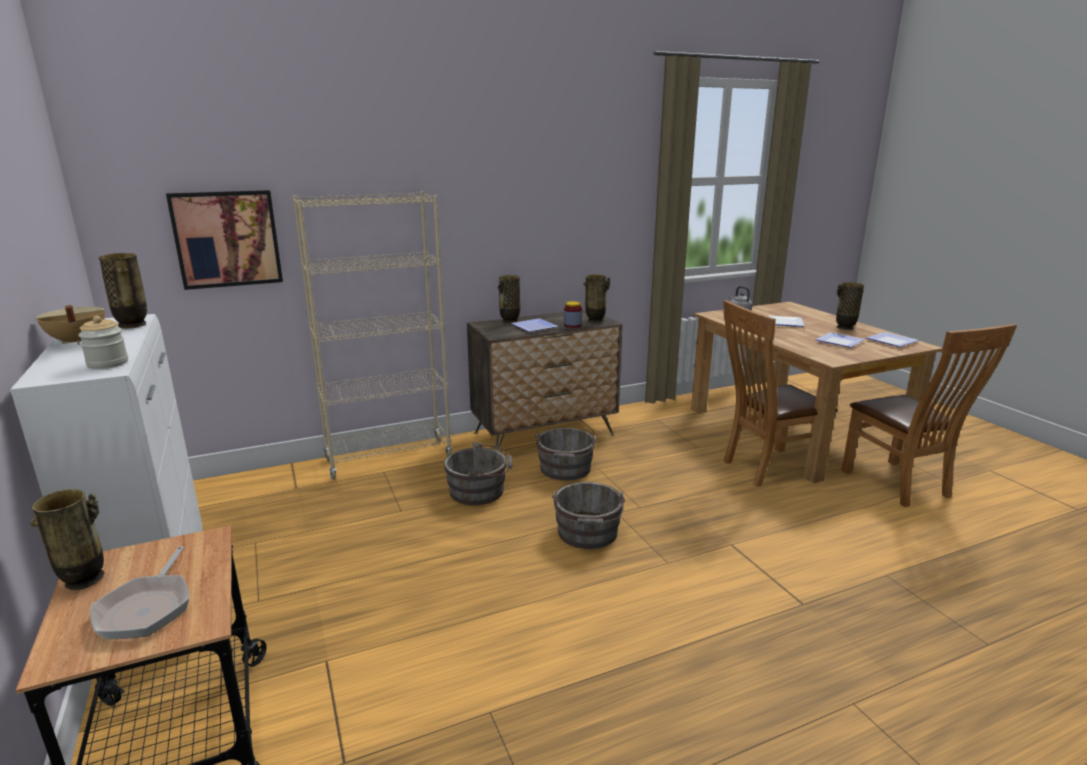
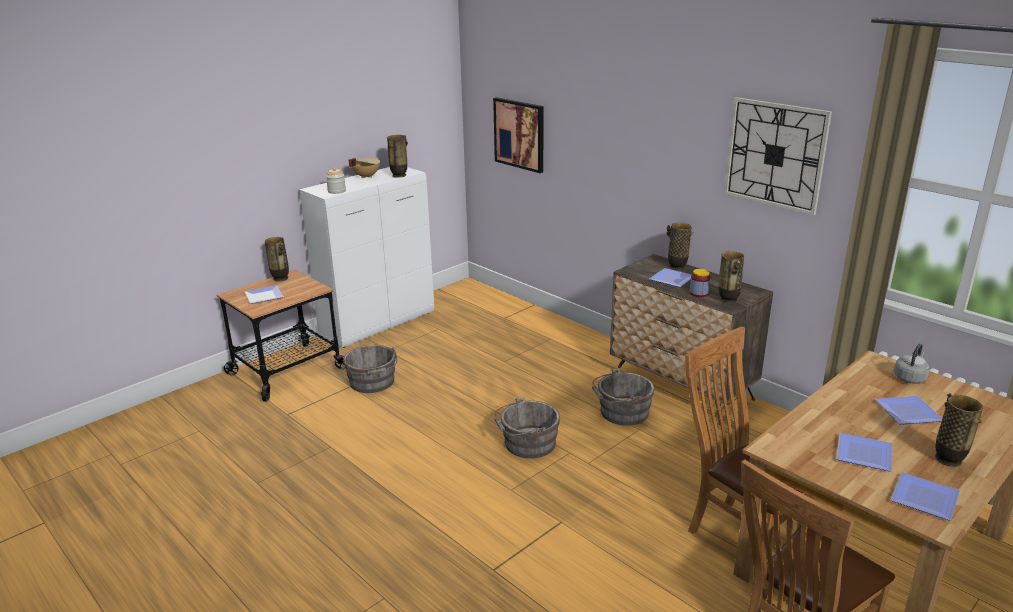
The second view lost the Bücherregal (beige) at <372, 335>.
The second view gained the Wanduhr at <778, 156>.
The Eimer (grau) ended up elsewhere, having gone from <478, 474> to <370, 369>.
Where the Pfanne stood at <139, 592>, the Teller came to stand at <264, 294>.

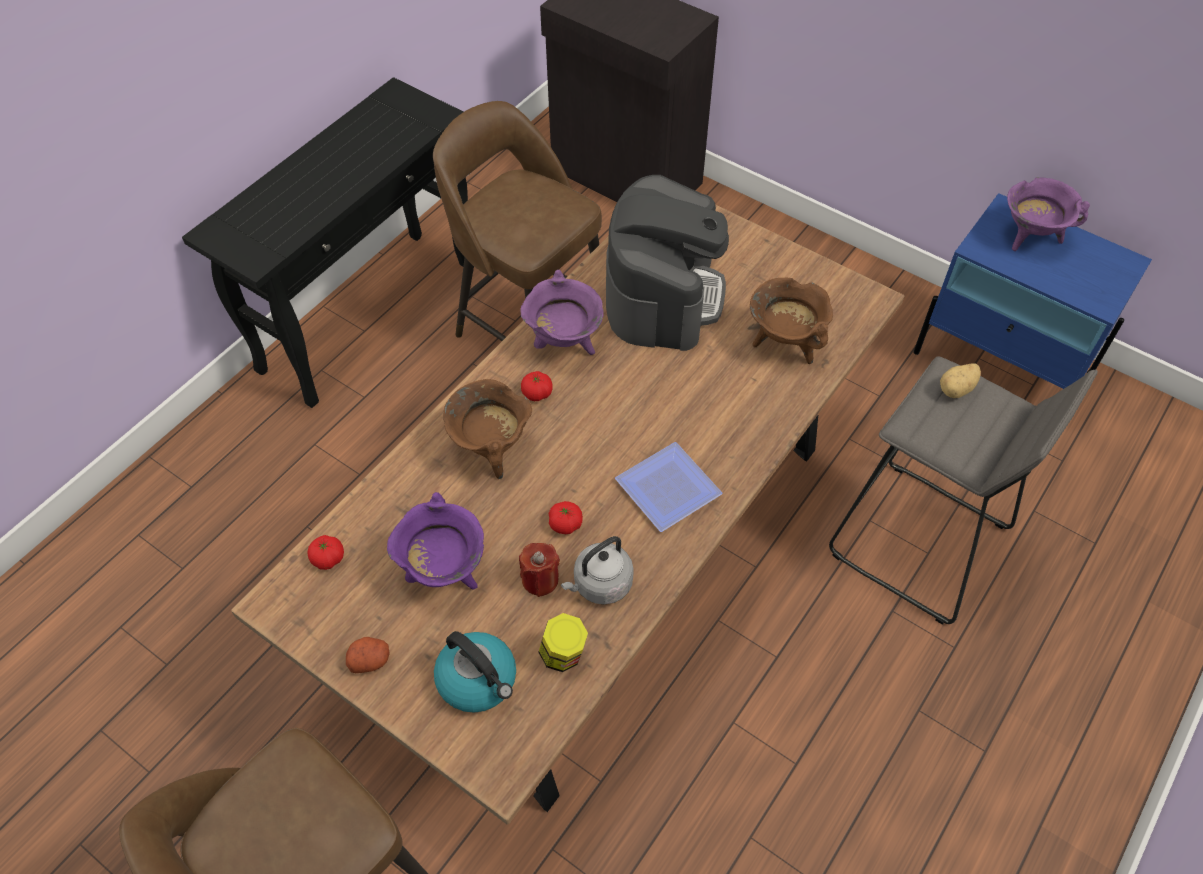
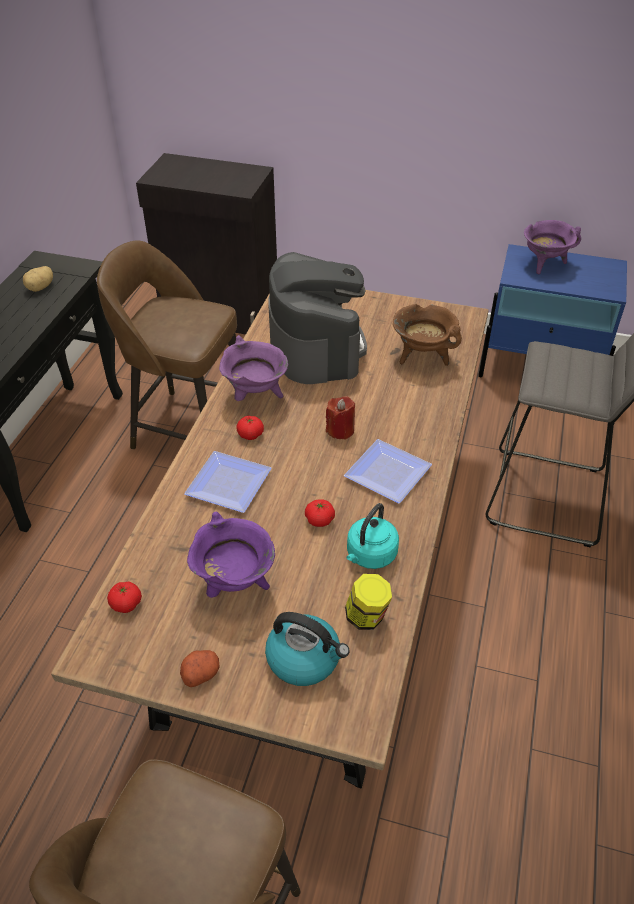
The Kerze (rot) ended up elsewhere, having gone from <539, 570> to <340, 418>.
The Kartoffel ended up elsewhere, having gone from <960, 381> to <38, 279>.
Where the Kochtopf (braun) stood at <487, 429>, the Teller came to stand at <227, 482>.
What was the Wasserkessel (grau) at <597, 570> turned into the Wasserkessel (türkis) at <372, 536>.

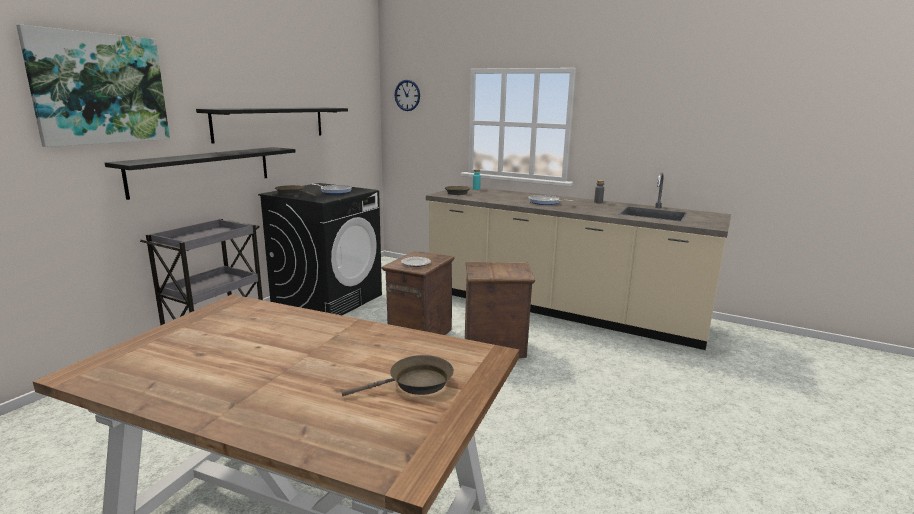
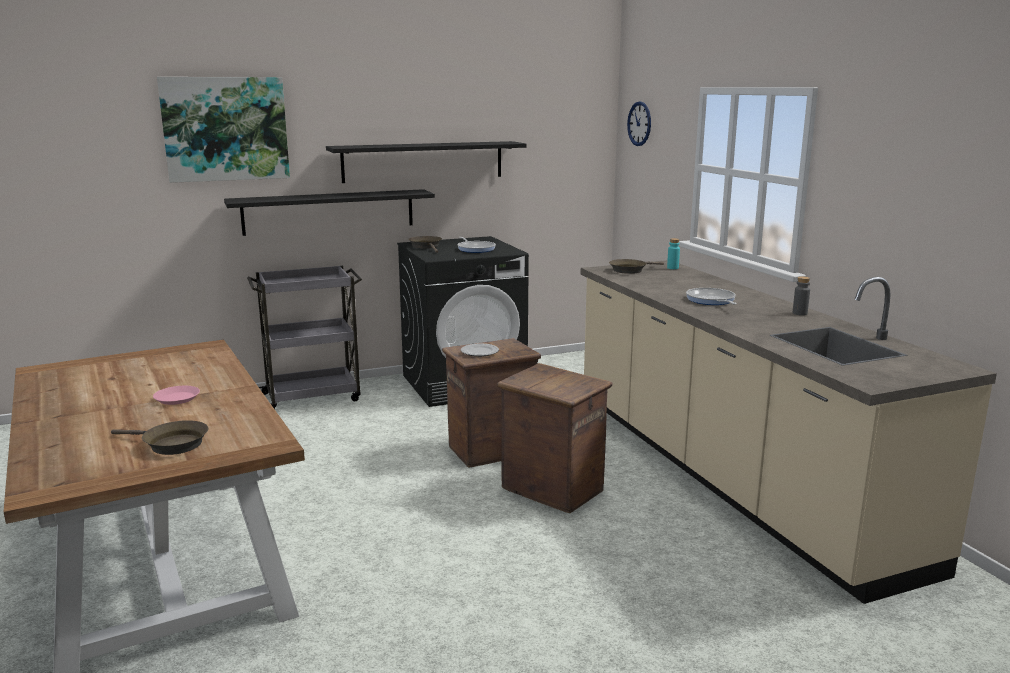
The second view gained the Teller (rosa) at <176, 395>.

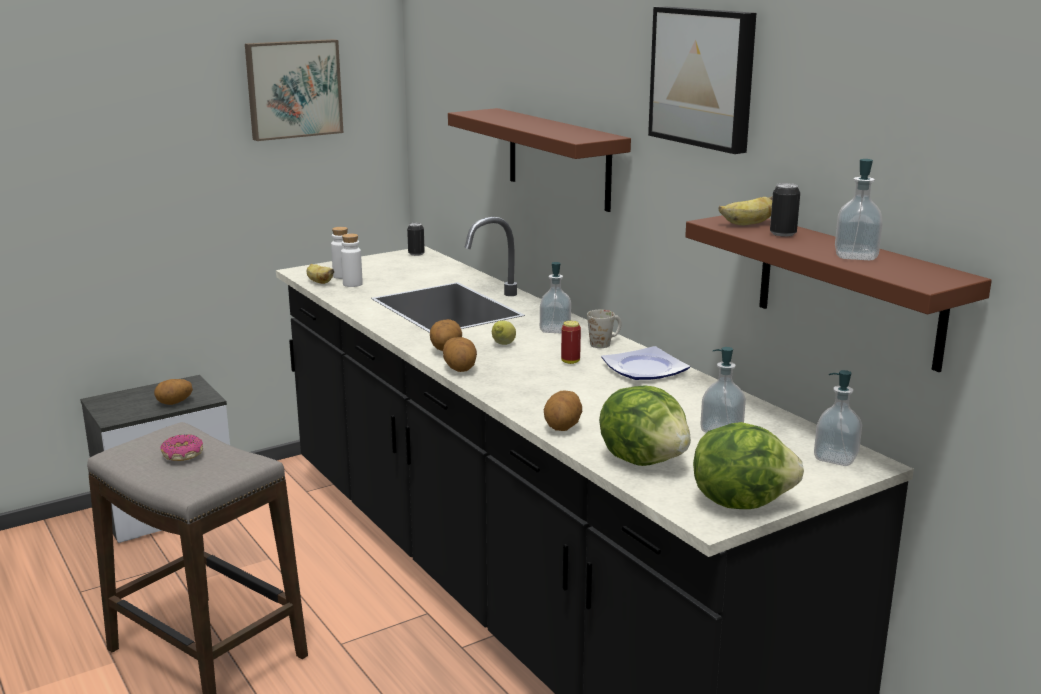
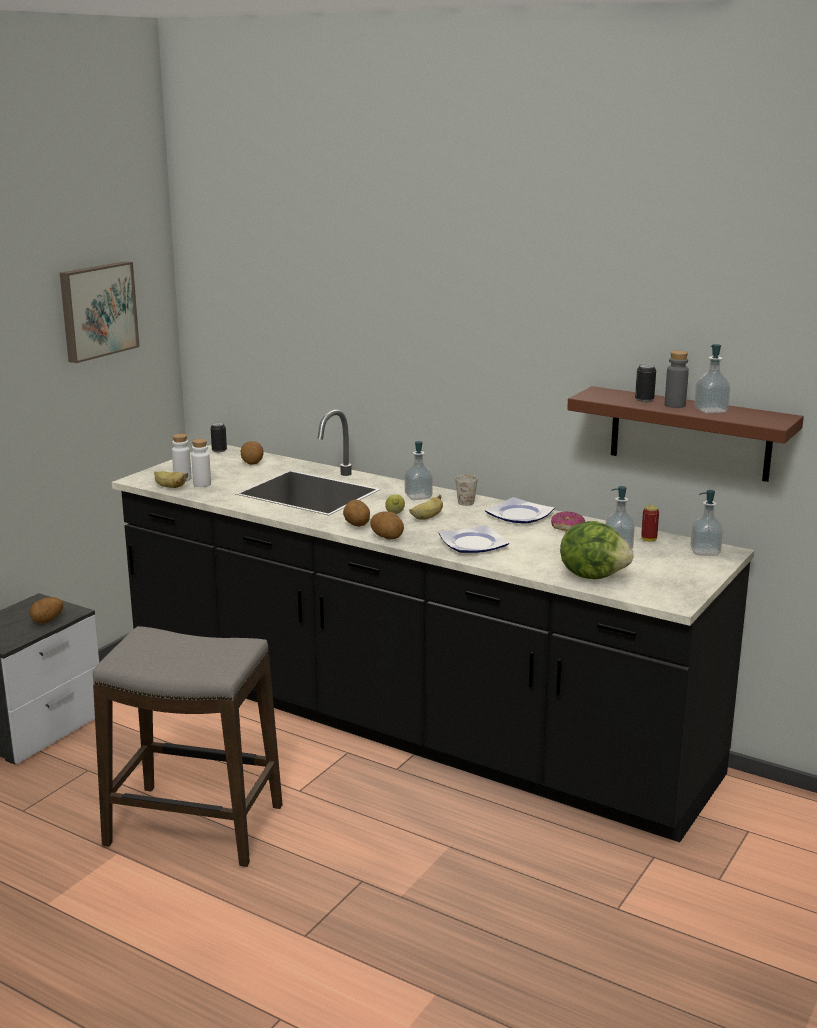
The second view lost the Wandregal (braun) at <539, 160>.
The second view lost the Bild at <702, 80>.
The second view lost the Salatkopf at <748, 465>.
The second view gained the Teller at <474, 539>.
The second view gained the Flasche (grau) at <677, 379>.
The Donut ended up elsewhere, having gone from <181, 447> to <568, 521>.
The Kartoffel ended up elsewhere, having gone from <563, 410> to <252, 453>.
The Dose ended up elsewhere, having gone from <571, 342> to <650, 523>.
The Banane ended up elsewhere, having gone from <746, 210> to <426, 507>.

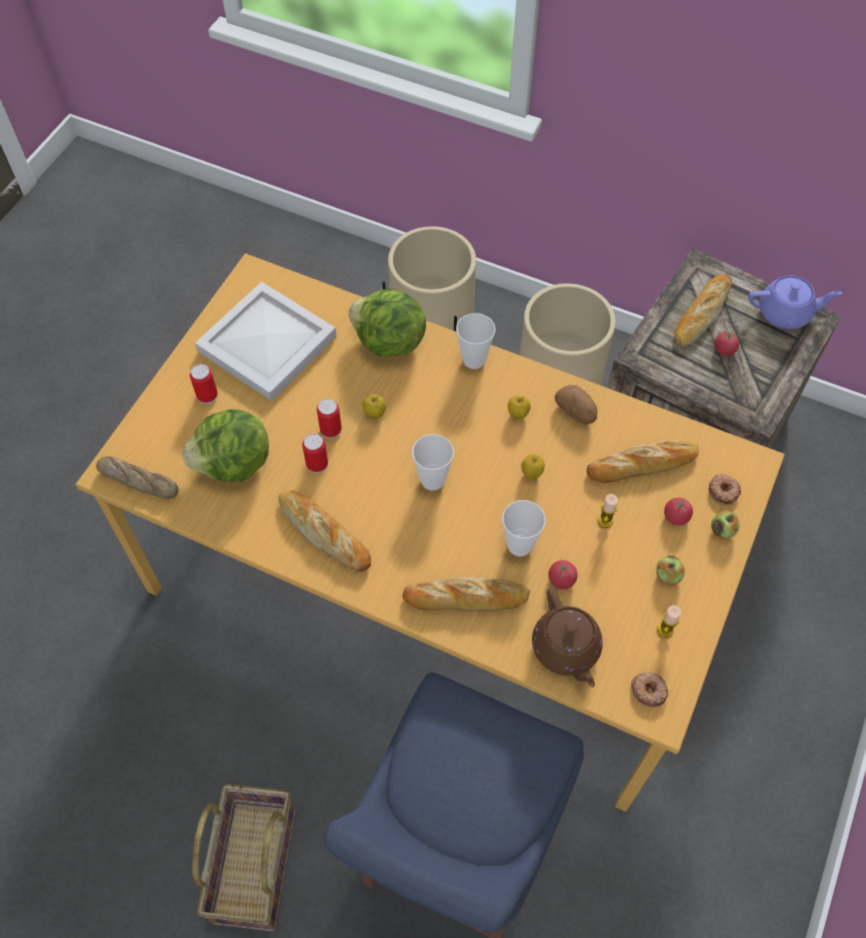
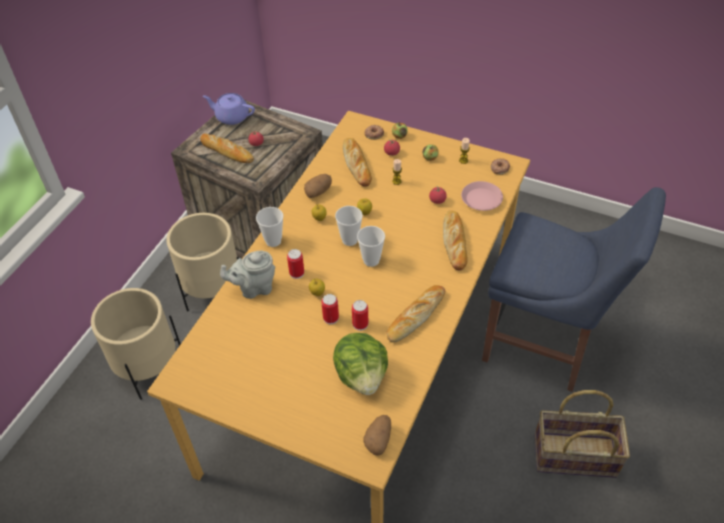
The second view lost the Tablett (weiß) at <266, 341>.
The Dose ended up elsewhere, having gone from <204, 384> to <295, 264>.
The Tasse ended up elsewhere, having gone from <524, 528> to <349, 226>.
Where the Brot stood at <137, 477>, the Kartoffel came to stand at <377, 435>.
Where the Salatkopf stood at <387, 323>, the Teekanne (grau) came to stand at <247, 275>.
Where the Teekanne (braun) stood at <567, 637>, the Teller (rosa) came to stand at <482, 196>.
The Teekanne (lila) at <795, 302> ended up facing another way, 75 degrees counterclockwise from before.

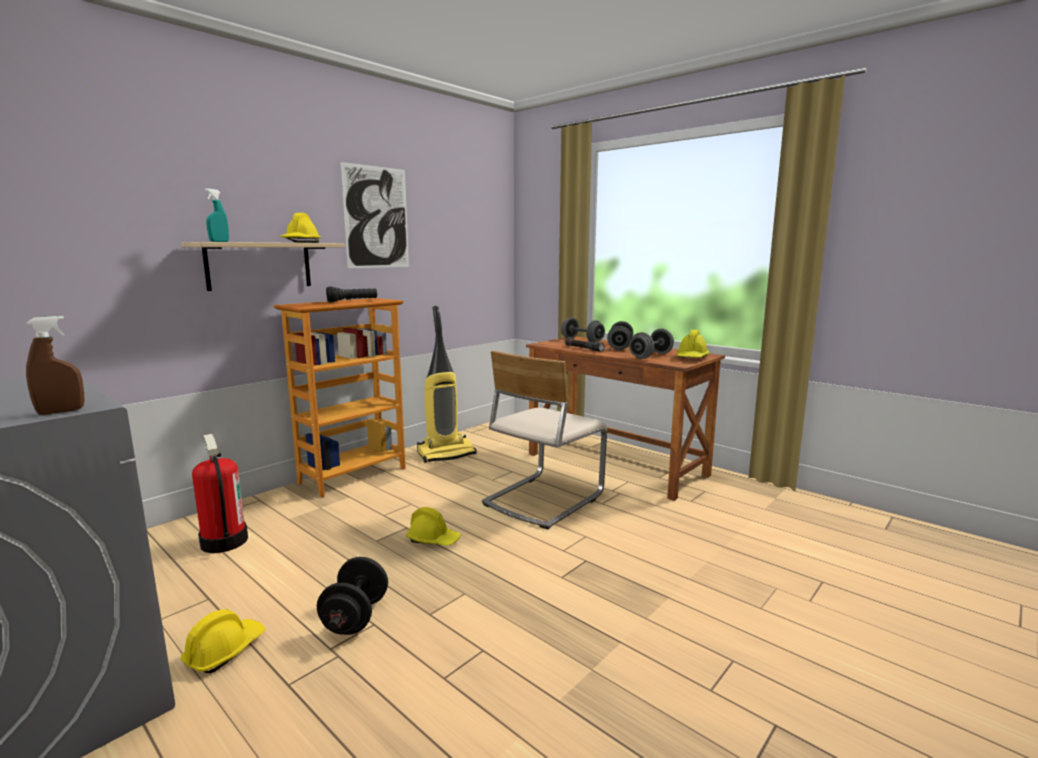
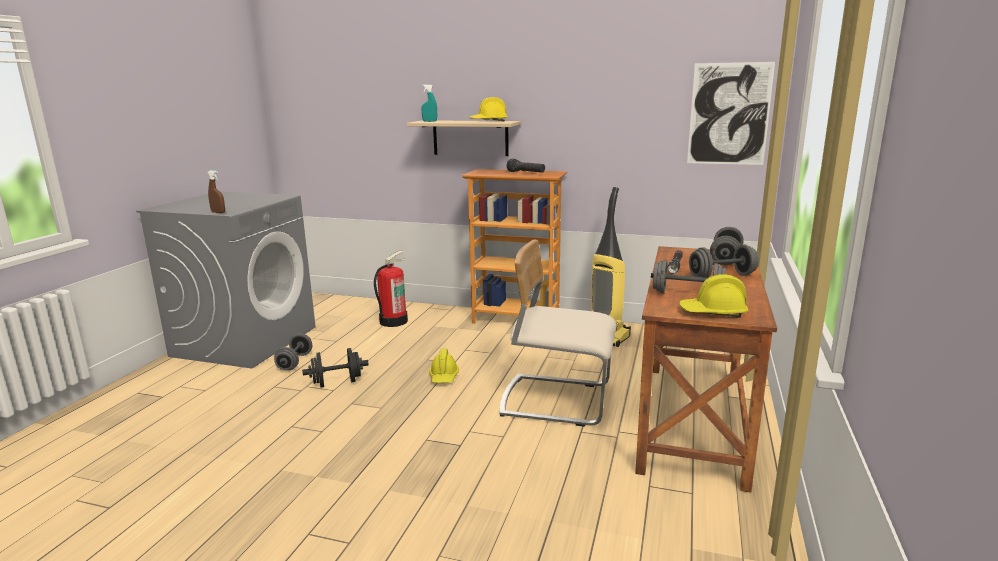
The Bild ended up elsewhere, having gone from <374, 215> to <731, 113>.
Where the Schutzhelm (gelb) stood at <223, 641>, the Hantel (grau) came to stand at <293, 351>.

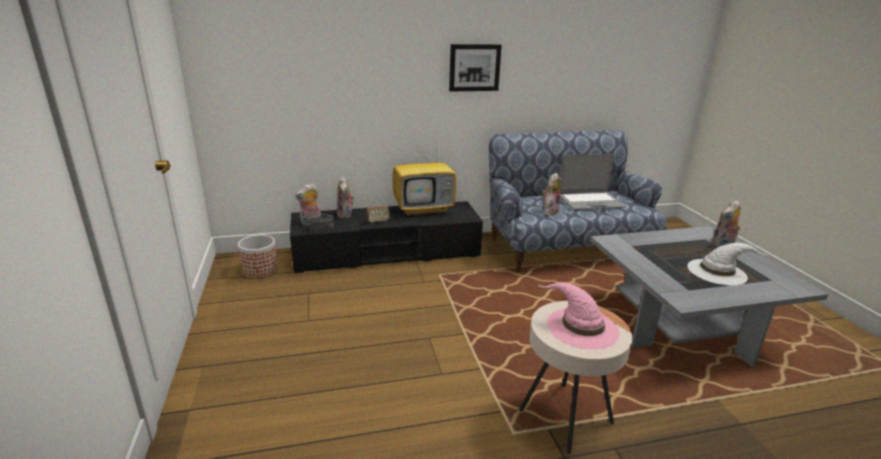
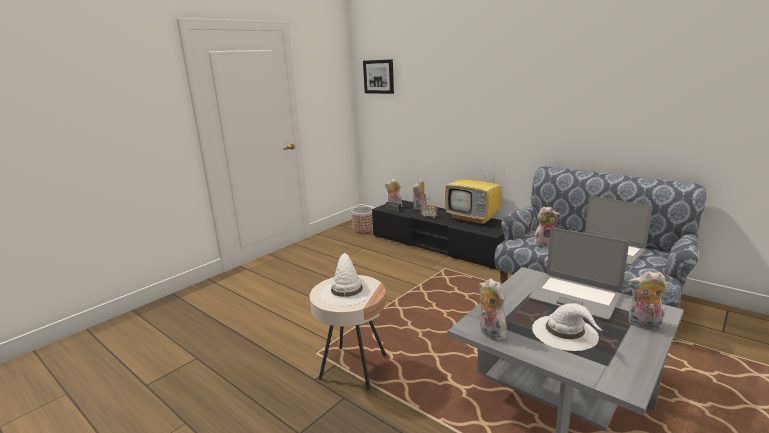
The second view gained the Plüschtier at <493, 309>.
The second view gained the Laptop at <579, 274>.
The Bild ended up elsewhere, having gone from <475, 68> to <378, 76>.
What was the Hut (rosa) at <578, 316> turned into the Hut (weiß) at <347, 279>.

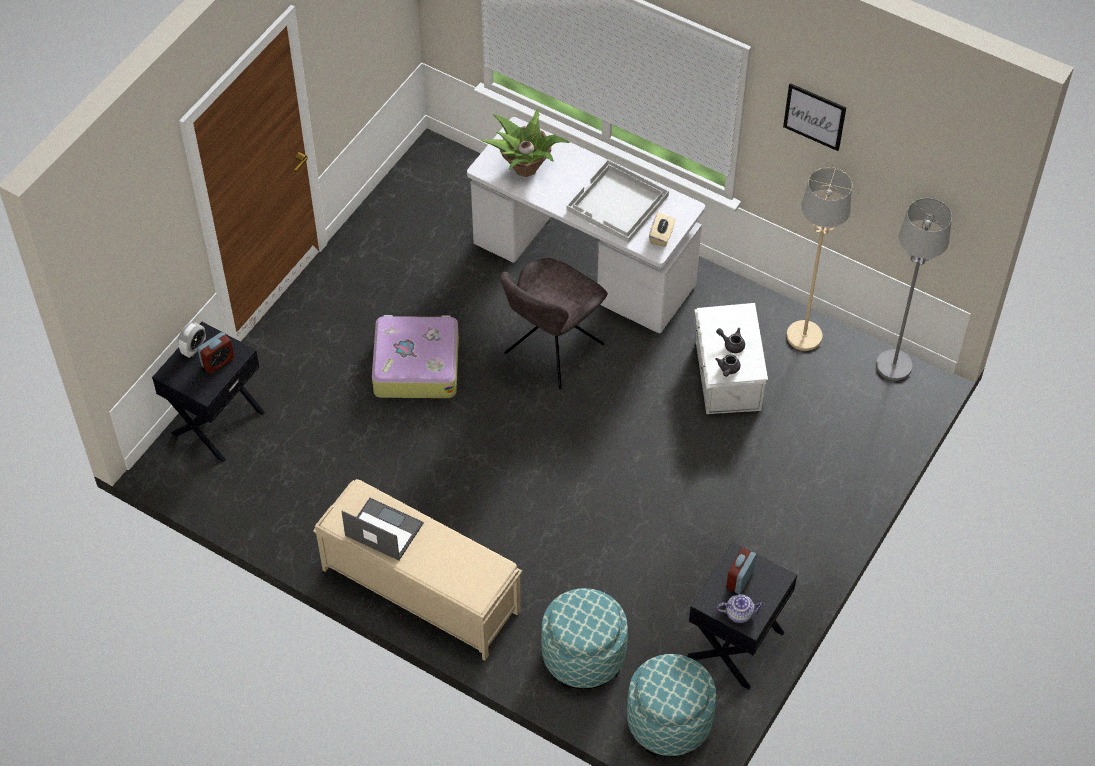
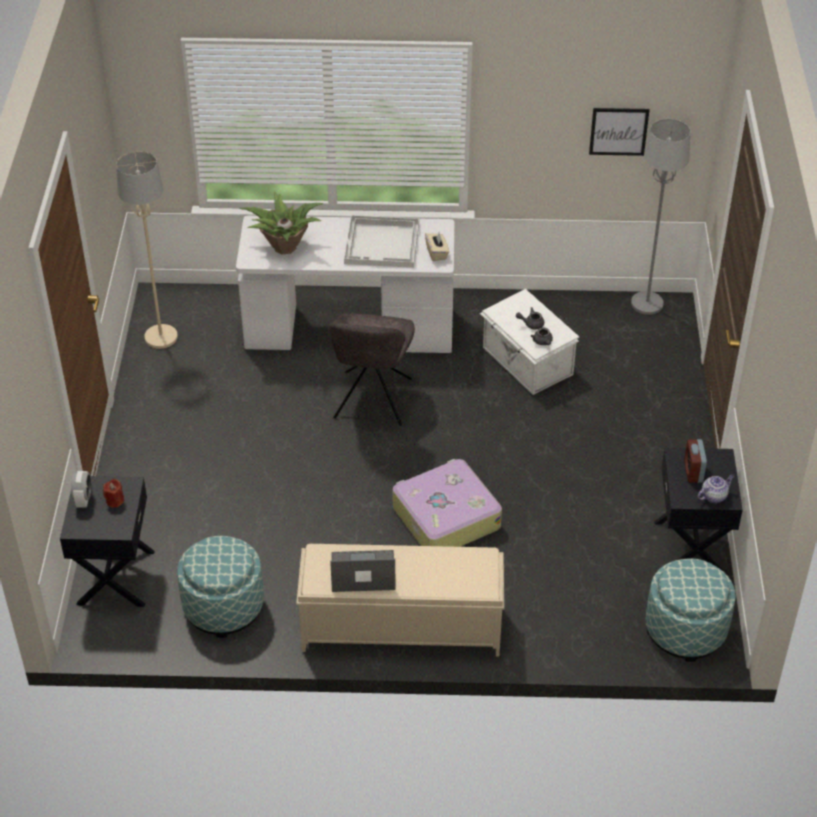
The Koffer ended up elsewhere, having gone from <415, 356> to <447, 503>.
The Polsterhocker ended up elsewhere, having gone from <584, 638> to <220, 587>.
The Bild ended up elsewhere, having gone from <814, 117> to <619, 132>.
The Stehlampe (beige) ended up elsewhere, having gone from <819, 259> to <147, 250>.
Where the Wecker stood at <215, 353>, the Kerze (rot) came to stand at <113, 493>.

